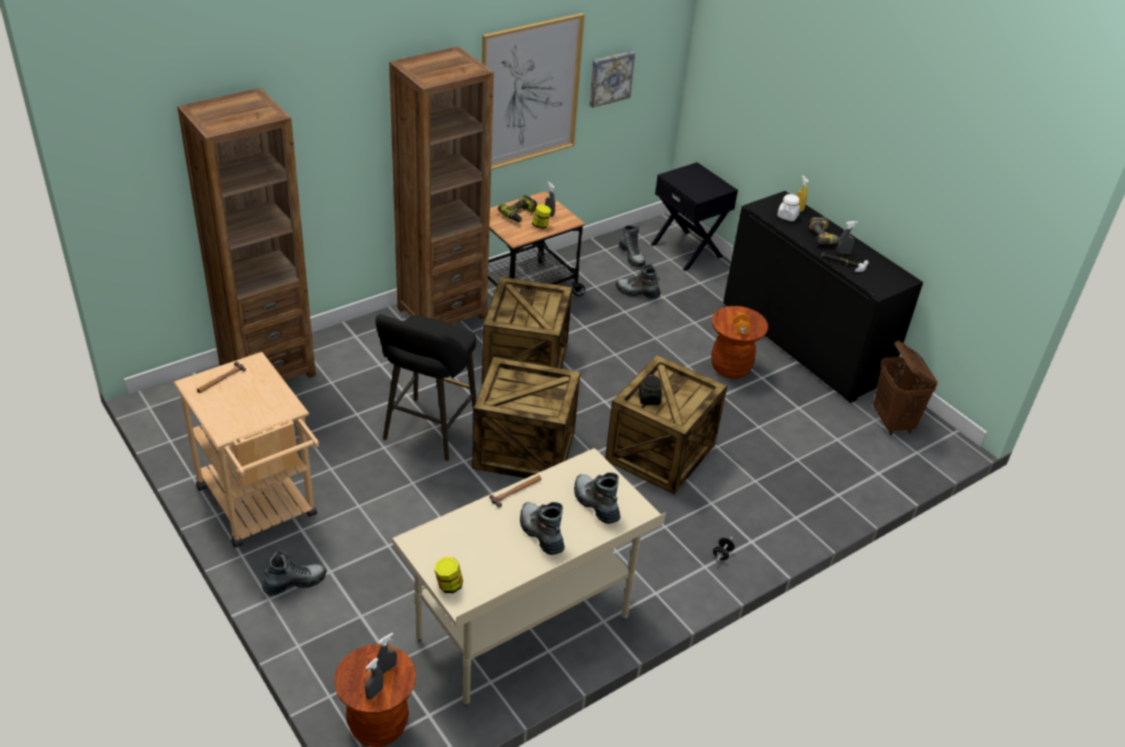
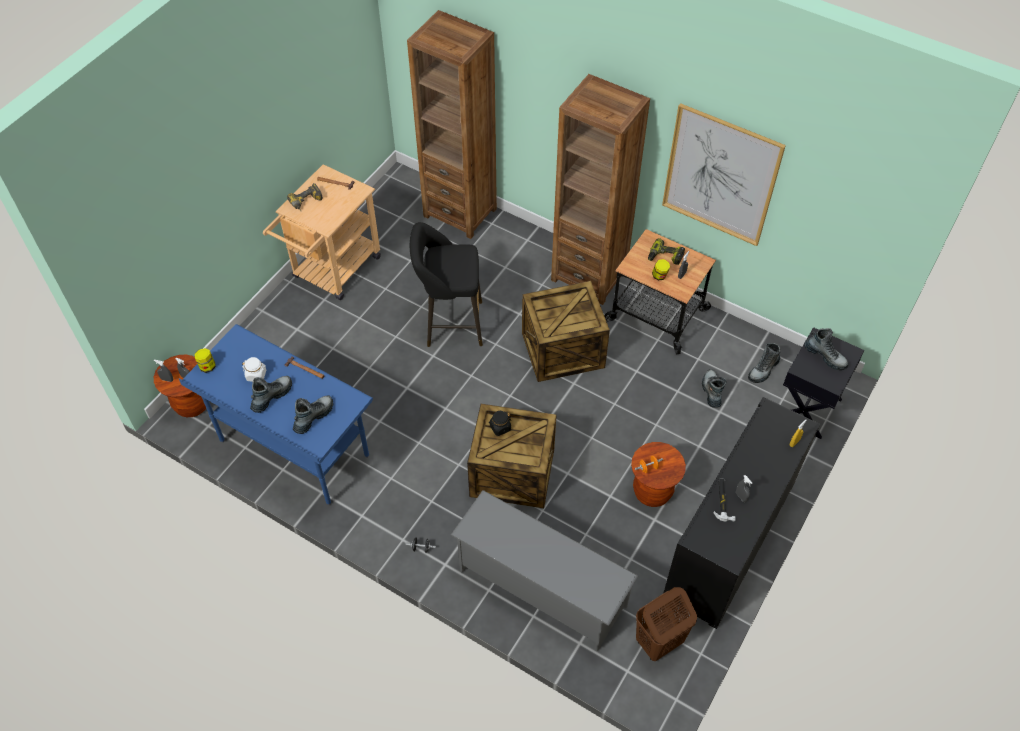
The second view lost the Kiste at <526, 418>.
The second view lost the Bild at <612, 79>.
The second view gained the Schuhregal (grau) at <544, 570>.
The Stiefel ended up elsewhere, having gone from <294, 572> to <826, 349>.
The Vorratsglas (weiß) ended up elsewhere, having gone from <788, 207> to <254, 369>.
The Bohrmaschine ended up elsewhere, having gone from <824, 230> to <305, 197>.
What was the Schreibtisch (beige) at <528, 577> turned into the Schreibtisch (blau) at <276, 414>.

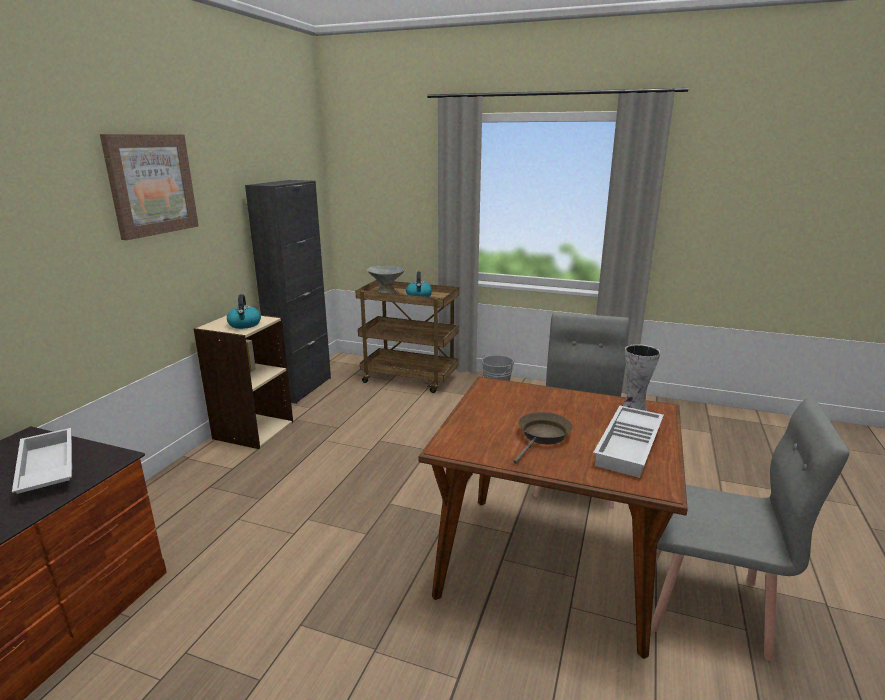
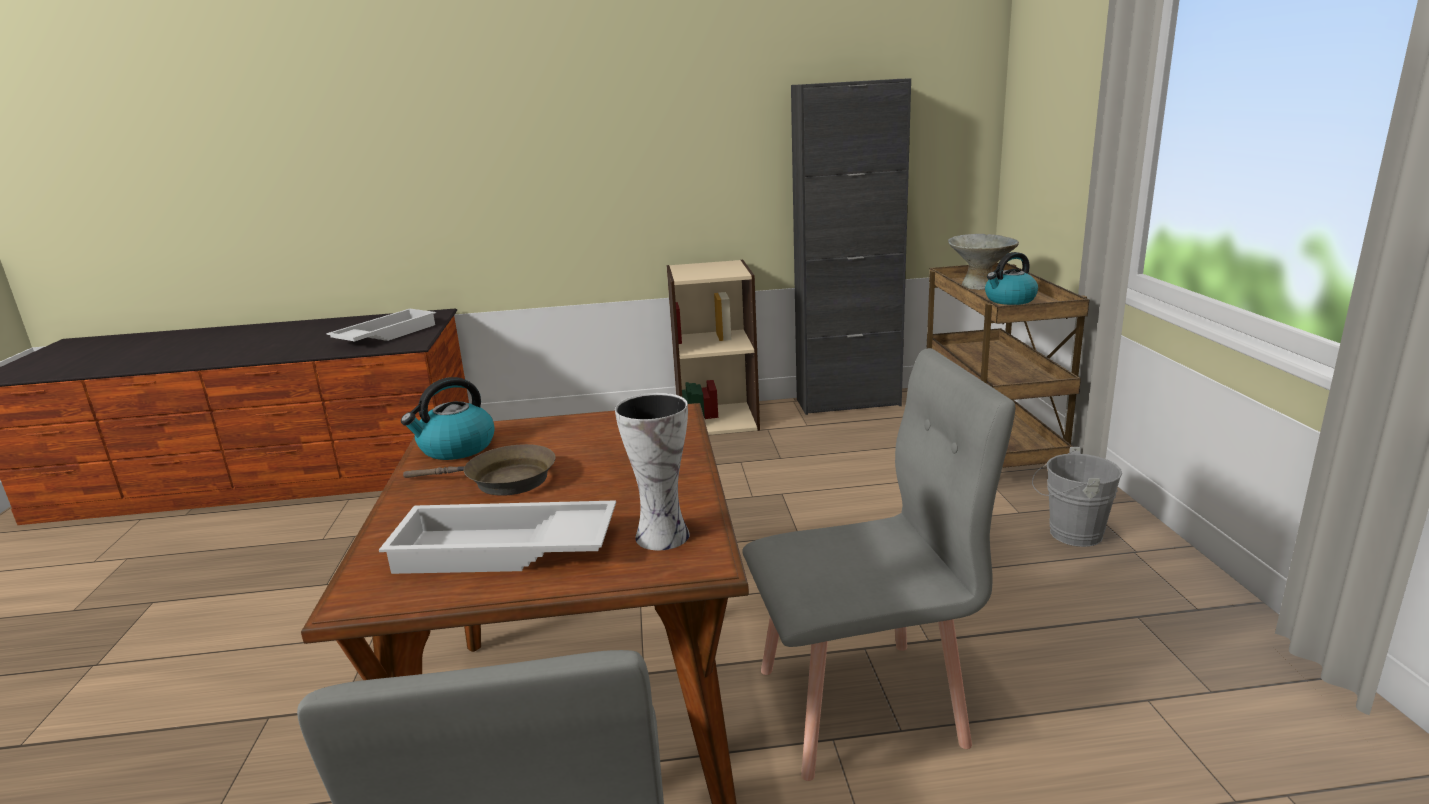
The second view lost the Bild at <149, 187>.
The Wasserkessel ended up elsewhere, having gone from <244, 311> to <448, 418>.

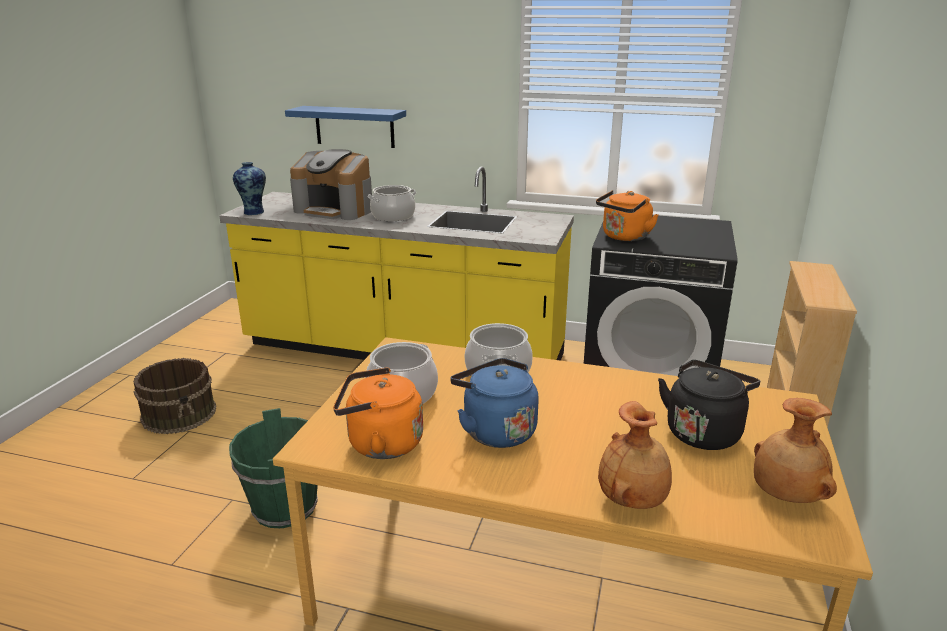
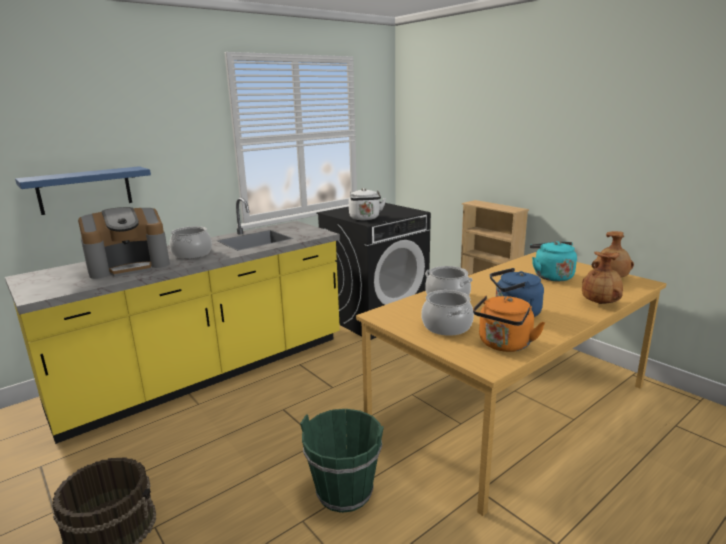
The second view lost the Vase at <249, 188>.
What was the Wasserkessel (orange) at <627, 215> turned into the Wasserkessel (weiß) at <367, 204>.
What was the Wasserkessel (schwarz) at <709, 405> turned into the Wasserkessel (türkis) at <553, 261>.

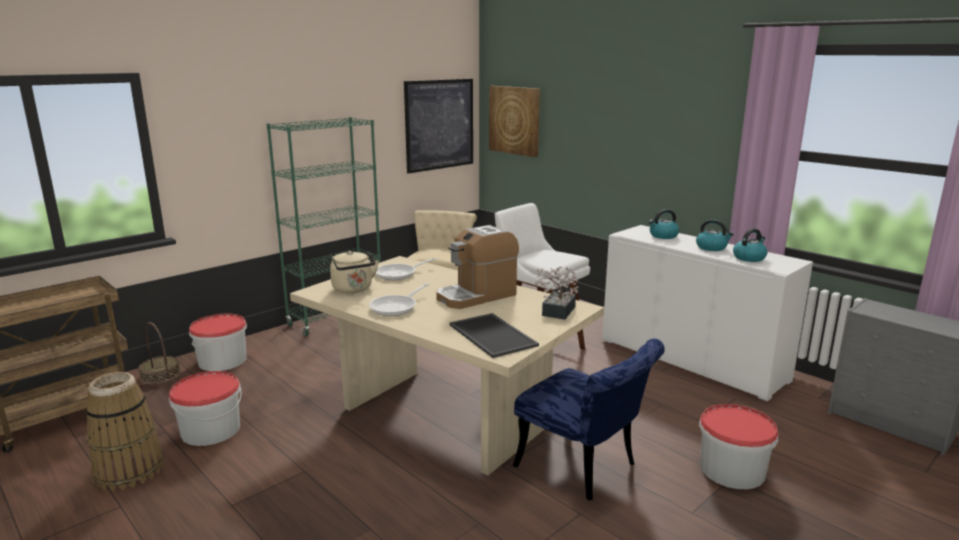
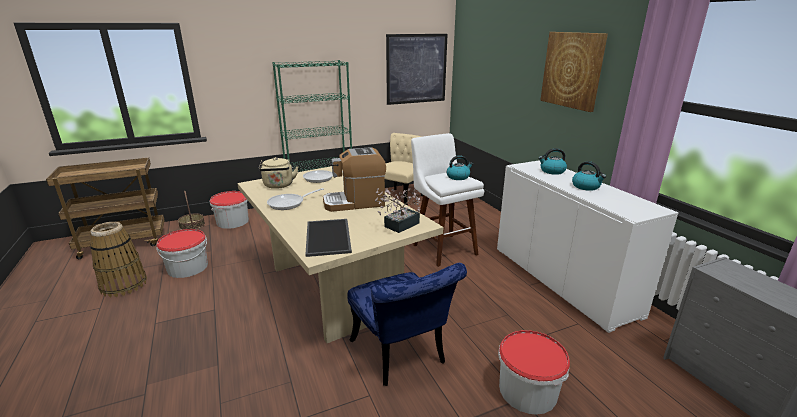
The Bild ended up elsewhere, having gone from <514, 121> to <574, 72>.
The Wasserkessel ended up elsewhere, having gone from <750, 245> to <460, 167>.

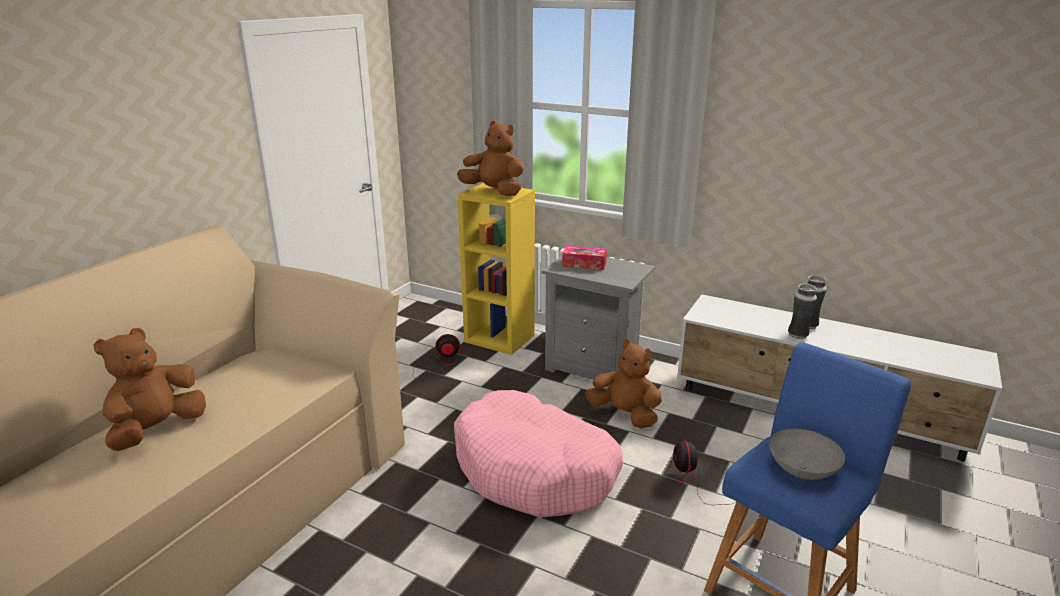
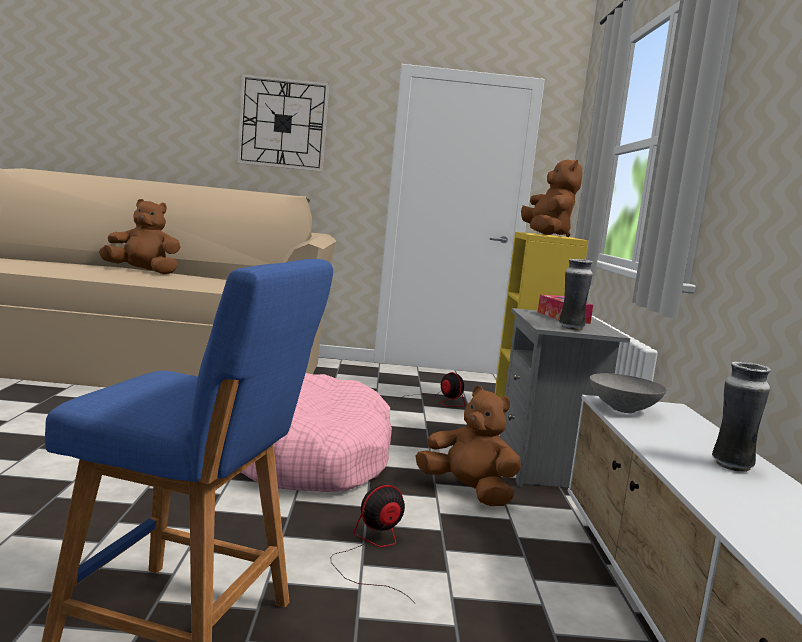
The second view gained the Wanduhr at <283, 123>.
The Schüssel (grau) ended up elsewhere, having gone from <807, 454> to <628, 393>.
The Vase ended up elsewhere, having gone from <802, 311> to <576, 294>.
The Plüschtier (braun) at <623, 383> ended up facing another way, 60 degrees counterclockwise from before.

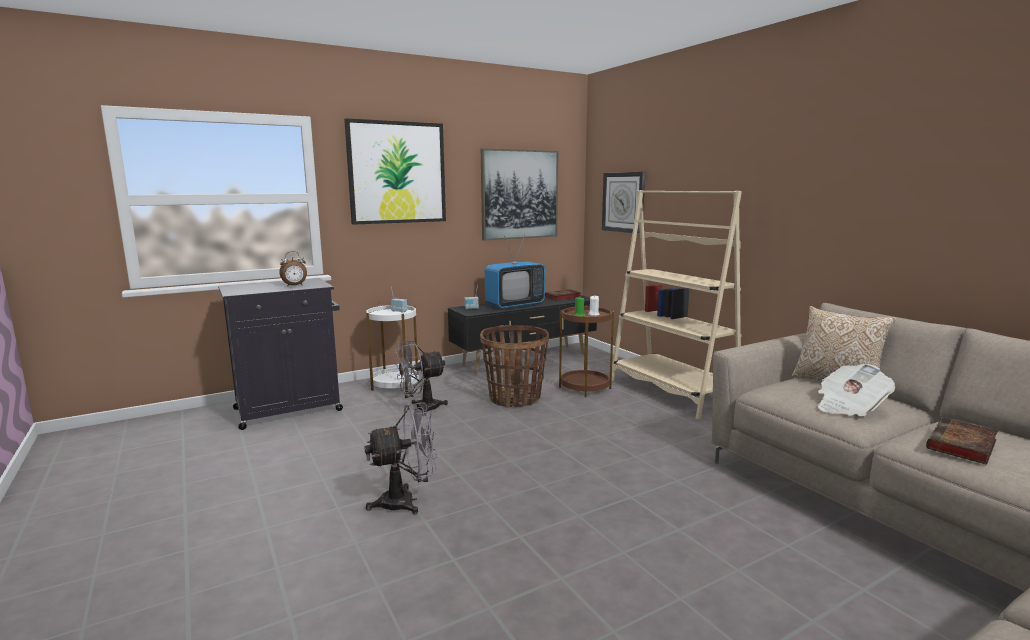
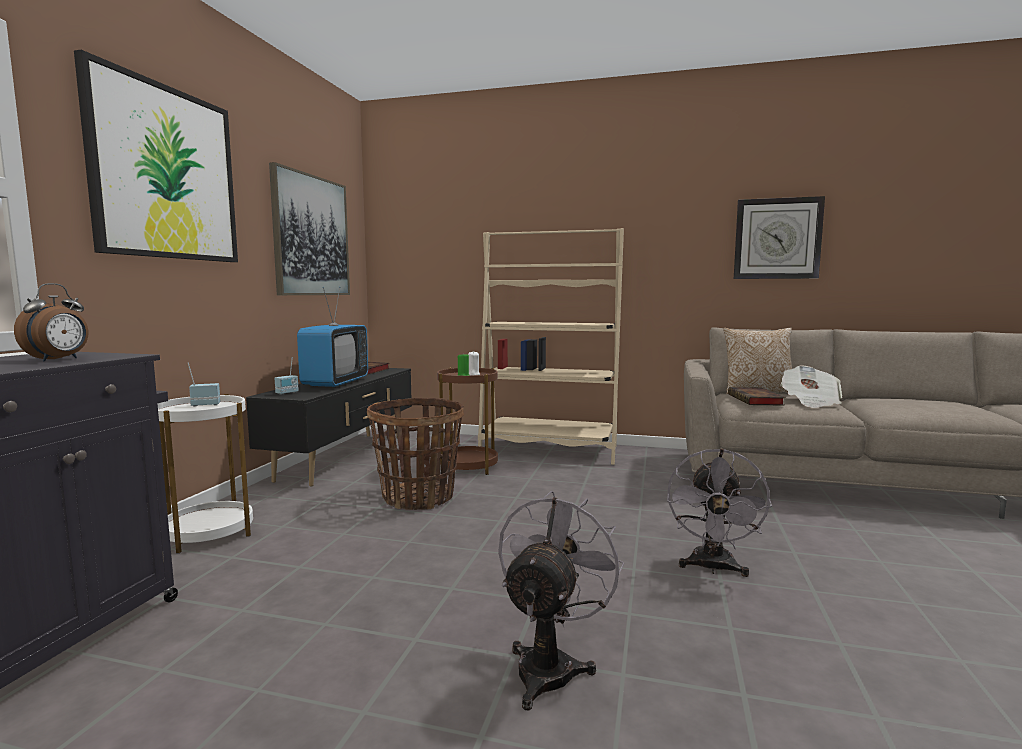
The Ventilator (grau) ended up elsewhere, having gone from <421, 378> to <719, 513>.
The Wanduhr ended up elsewhere, having gone from <623, 203> to <779, 237>.
The Buch ended up elsewhere, having gone from <962, 441> to <756, 396>.

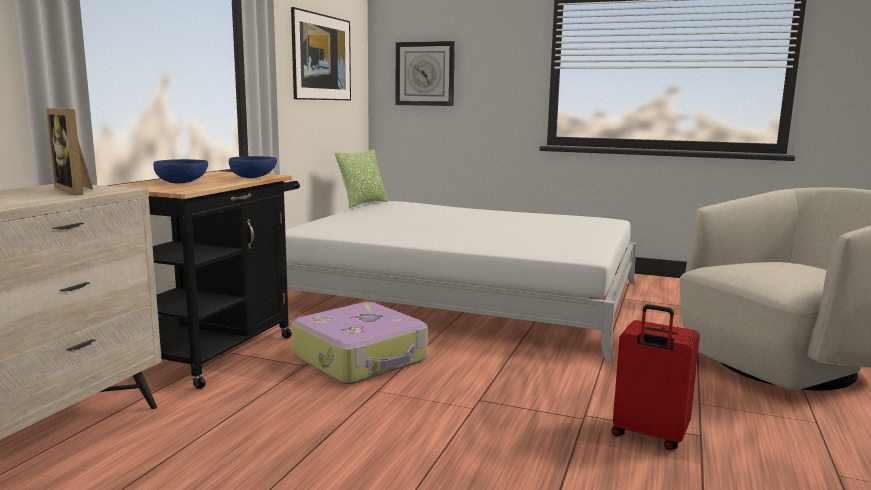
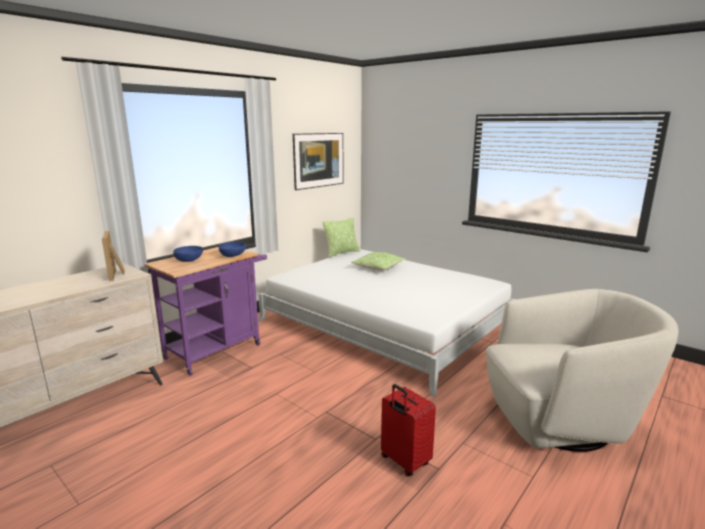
The second view lost the Koffer at <360, 343>.
The second view lost the Wanduhr at <425, 73>.
The second view gained the Kissen at <378, 261>.
What was the Rollwagen (schwarz) at <206, 280> turned into the Rollwagen (lila) at <205, 311>.

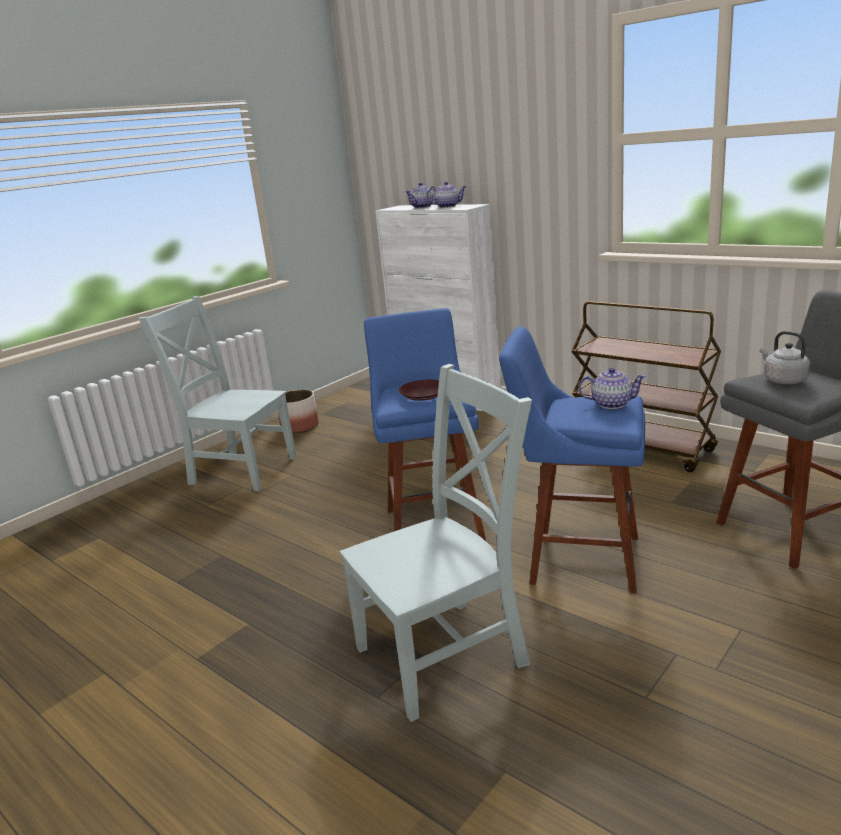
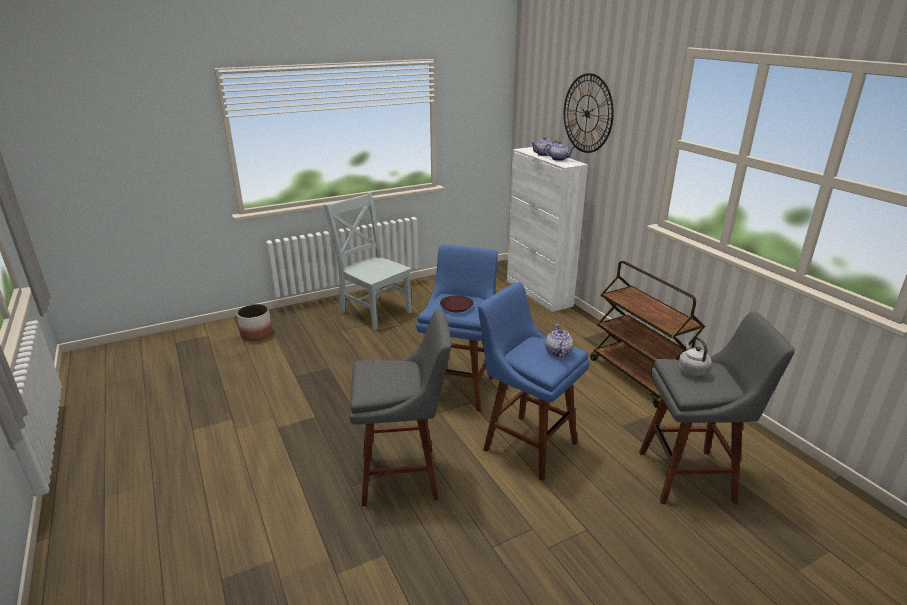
The second view gained the Wanduhr at <589, 113>.
The Pflanzkübel ended up elsewhere, having gone from <298, 411> to <254, 322>.
Where the Stuhl (grau) stood at <435, 543>, the Hocker (grau) came to stand at <400, 408>.
The Teekanne at <612, 388> ended up facing another way, 120 degrees counterclockwise from before.

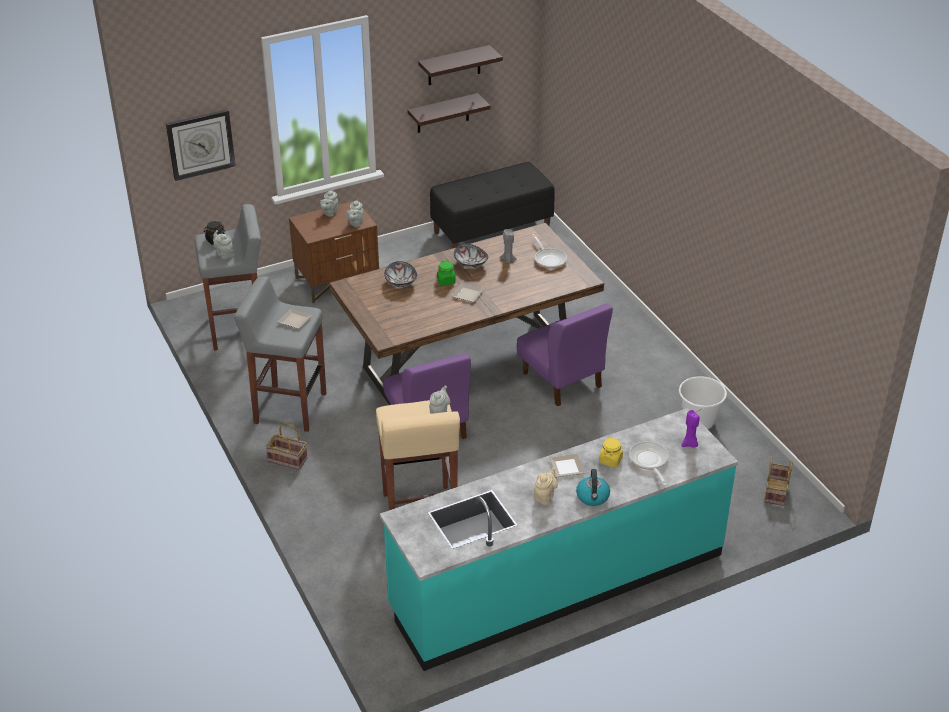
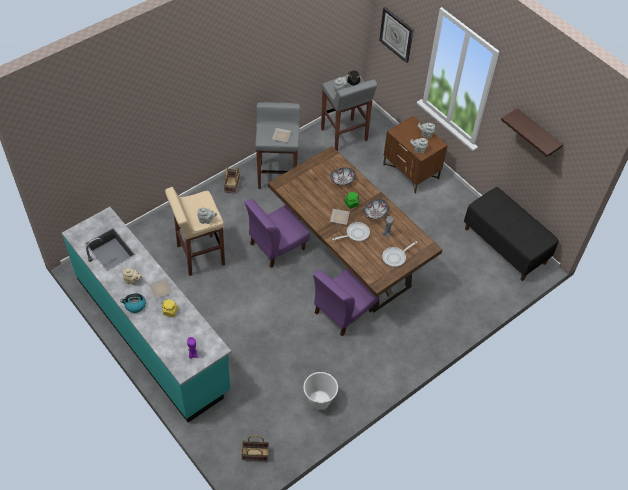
The second view lost the Wandregal at <449, 113>.
The Pfanne ended up elsewhere, having gone from <649, 463> to <351, 231>.

